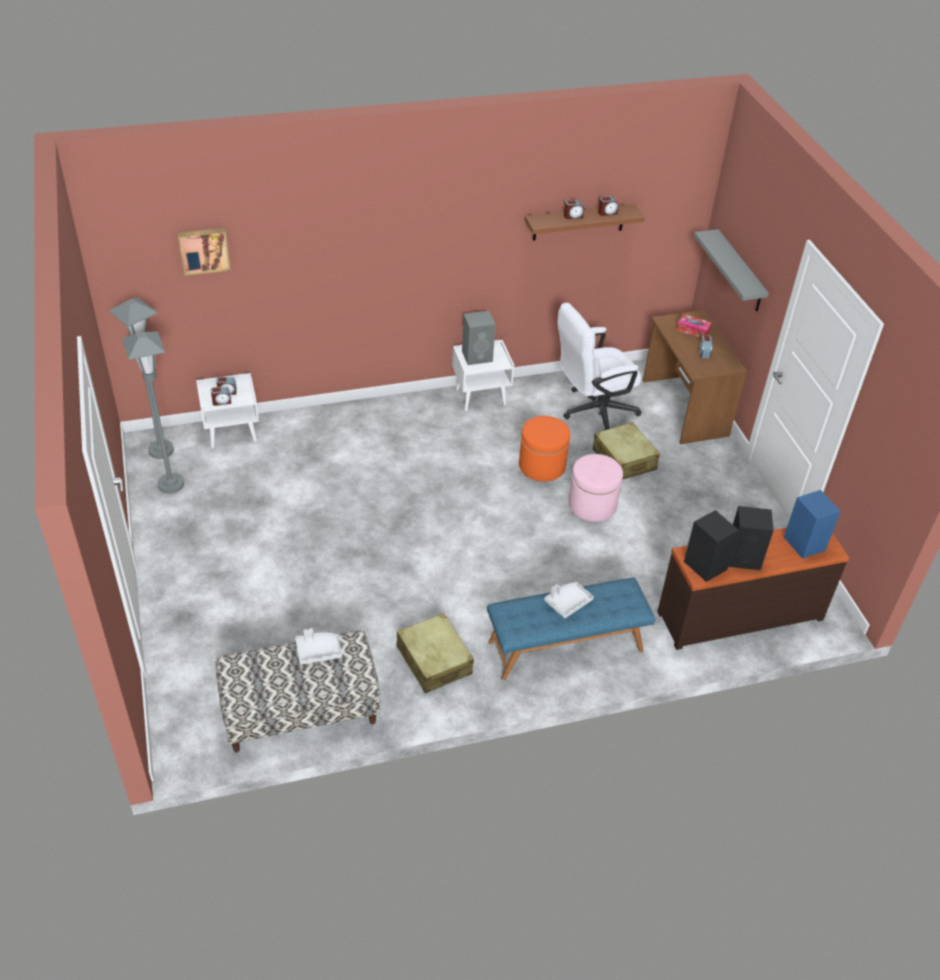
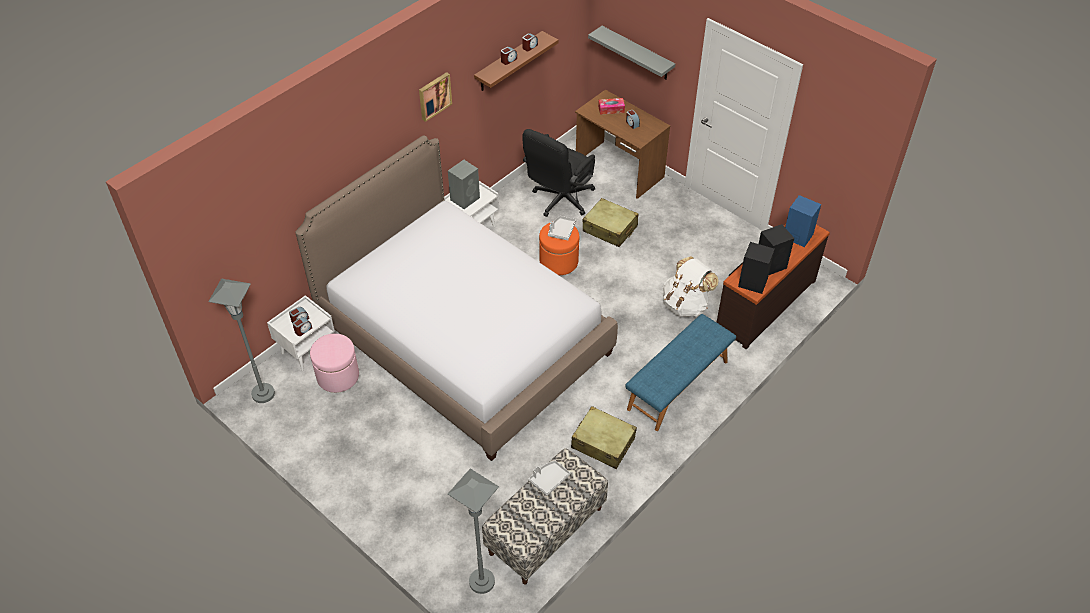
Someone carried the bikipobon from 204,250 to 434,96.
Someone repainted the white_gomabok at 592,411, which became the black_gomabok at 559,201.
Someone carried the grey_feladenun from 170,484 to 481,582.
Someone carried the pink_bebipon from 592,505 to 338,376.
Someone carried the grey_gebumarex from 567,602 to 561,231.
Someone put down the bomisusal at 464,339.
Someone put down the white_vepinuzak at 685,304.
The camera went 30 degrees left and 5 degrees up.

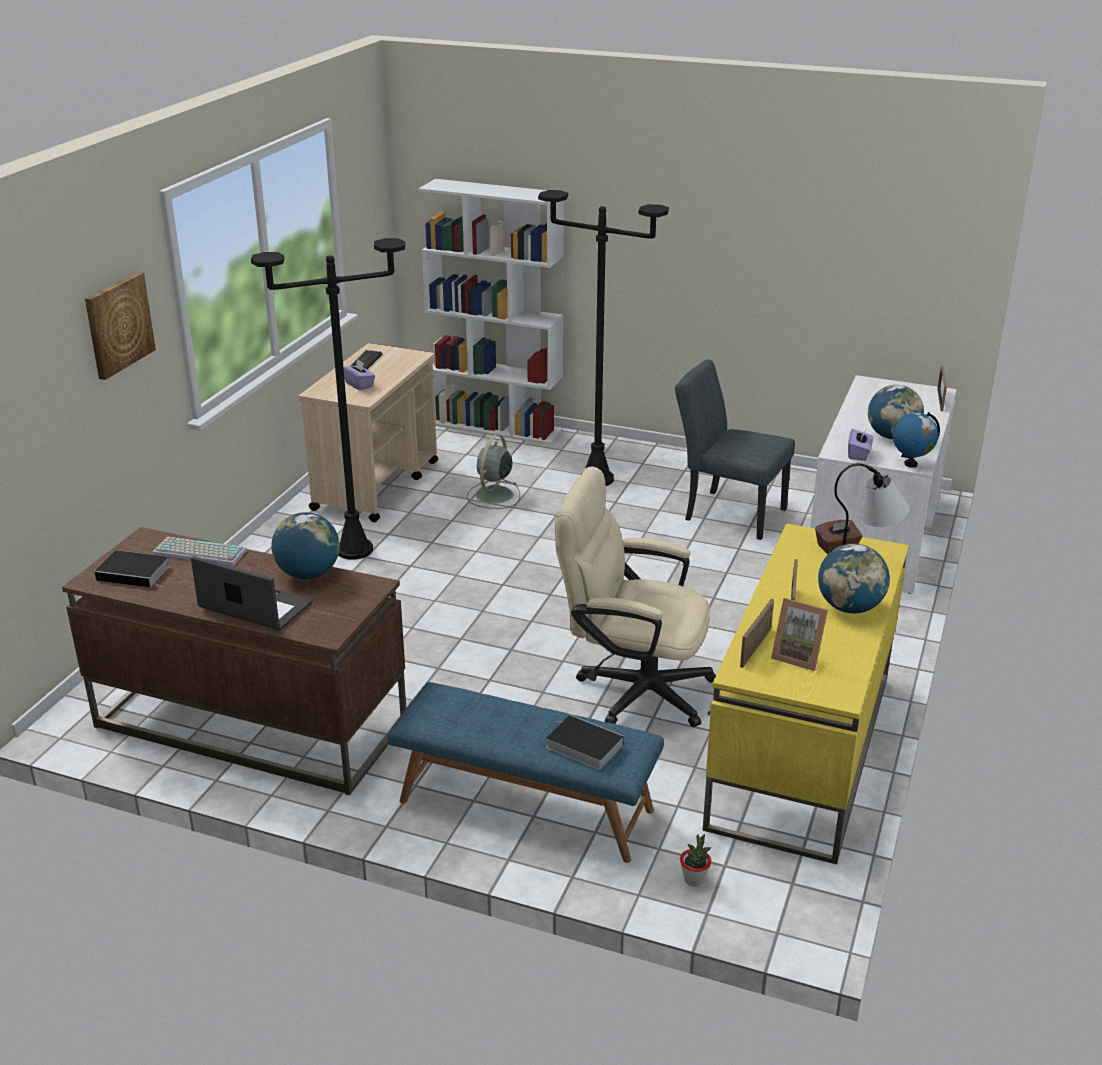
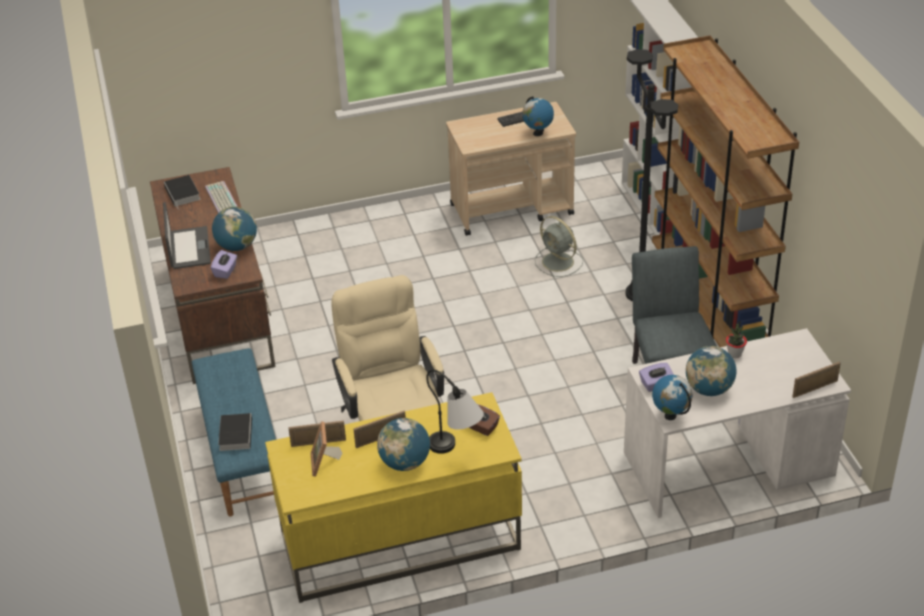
Someone took away the black_feladenun at 355,550.
Someone took away the bikipobon at 118,324.
Someone carried the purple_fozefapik from 359,385 to 225,271.
Someone rotated the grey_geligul at 493,495 by 120 degrees counterclockwise.
Someone carried the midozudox from 694,879 to 734,354.
Someone put down the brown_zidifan at 708,307.
Someone put down the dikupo at 537,133.
The camera went 55 degrees right and 10 degrees up.

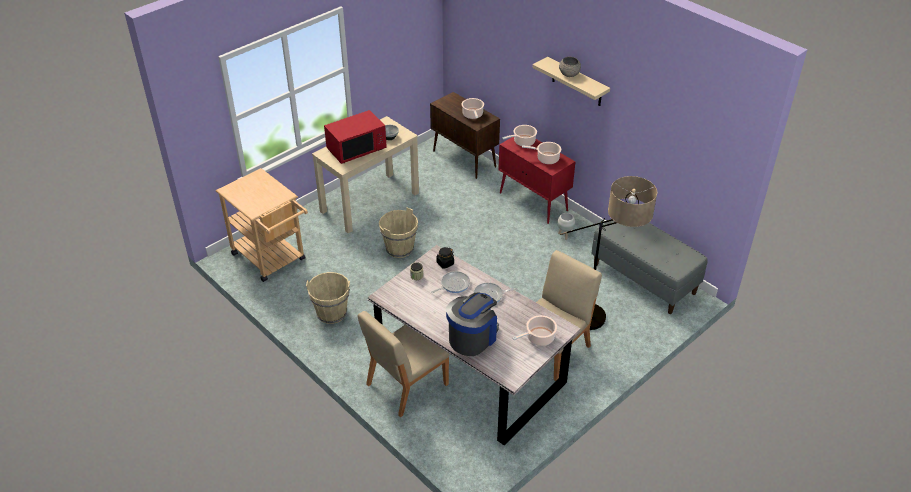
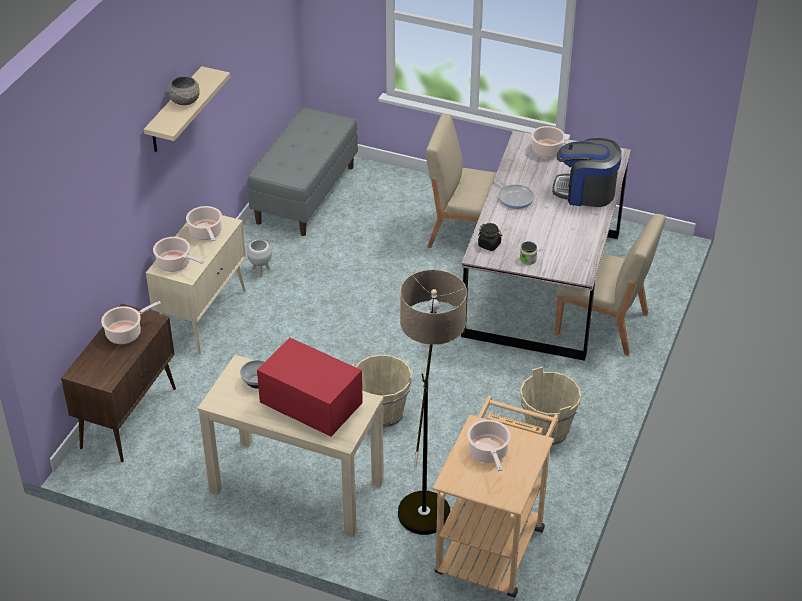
Someone repainted the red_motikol at 534,202, which became the beige_motikol at 204,315.
Someone carried the feladenun from 600,323 to 427,497.
Someone took away the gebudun at 453,284.
Someone put down the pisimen at 488,453.
The camera went 115 degrees left and 0 degrees up.

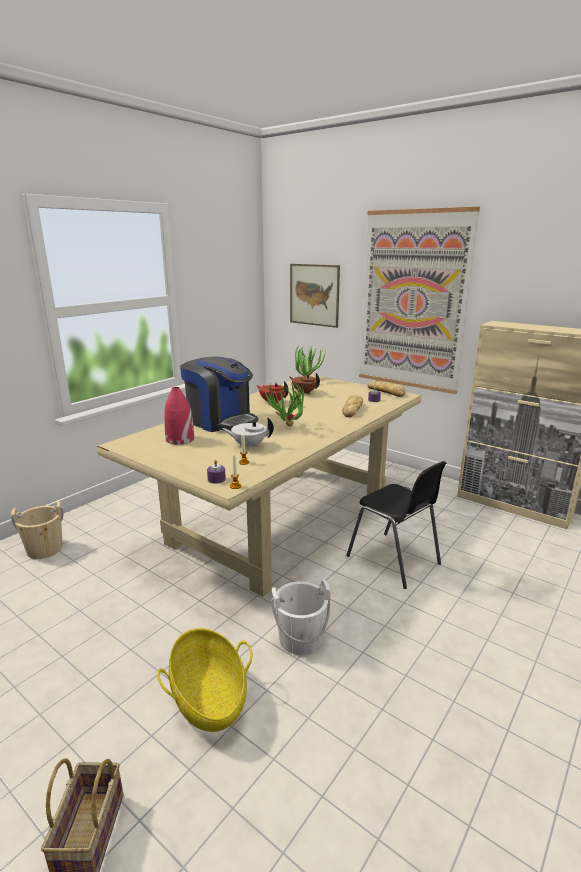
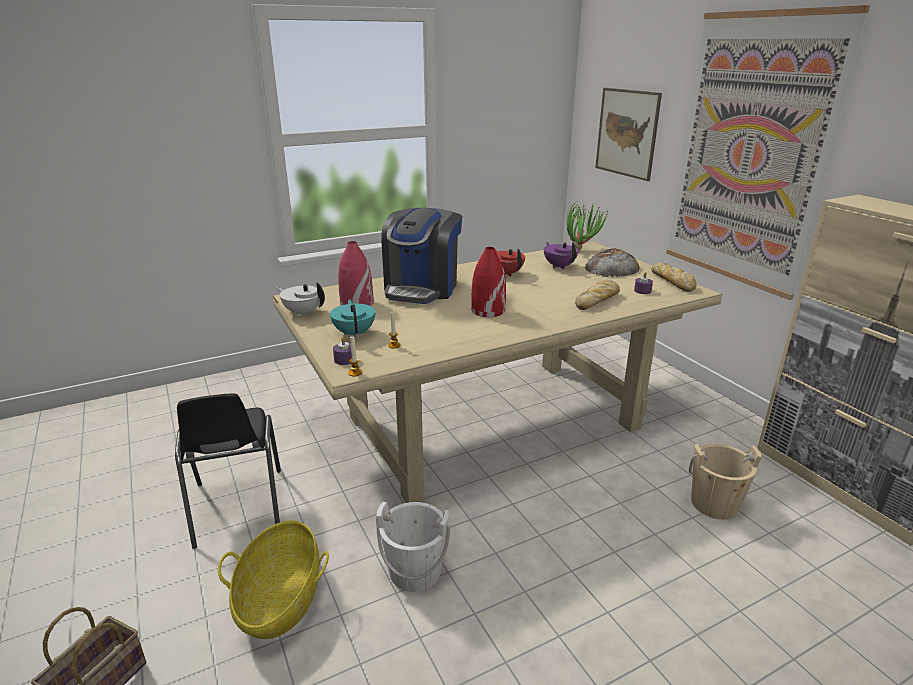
Someone rotated the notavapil at 220,421 by 45 degrees clockwise.
Someone repainted the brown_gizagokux at 304,392, which became the purple_gizagokux at 559,266.
Someone swapped the midozudox at 286,428 for the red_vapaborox at 487,310.
Someone carried the white_gizagokux from 248,446 to 303,312.
Someone carried the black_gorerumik from 394,560 to 238,508.
Someone carried the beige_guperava from 45,549 to 714,504.
Someone put down the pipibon at 612,267.
Someone put down the turquoise_gizagokux at 354,333.
The camera went 25 degrees right and 5 degrees up.

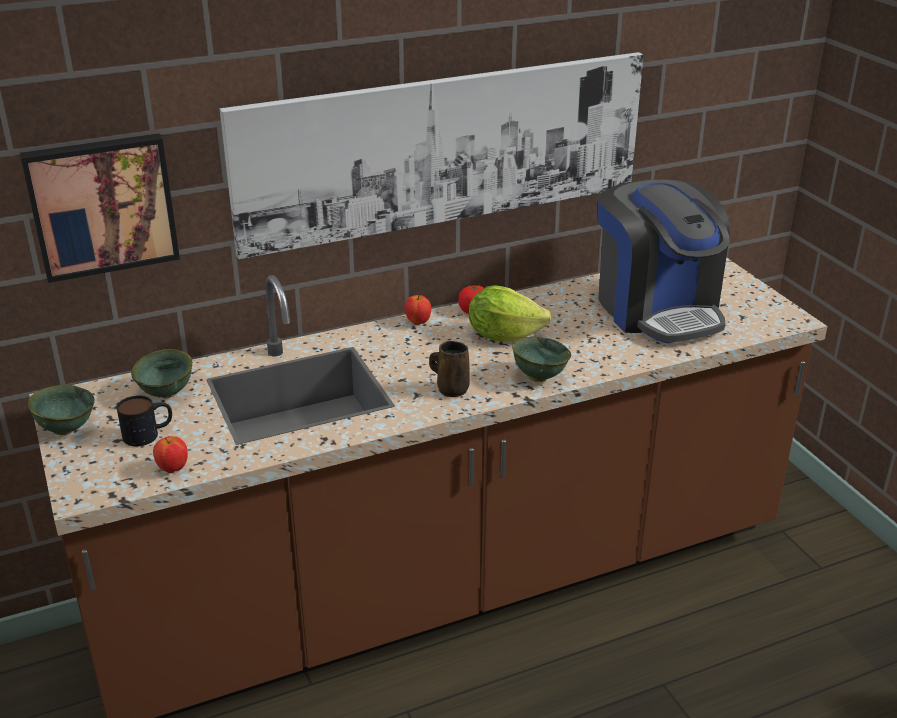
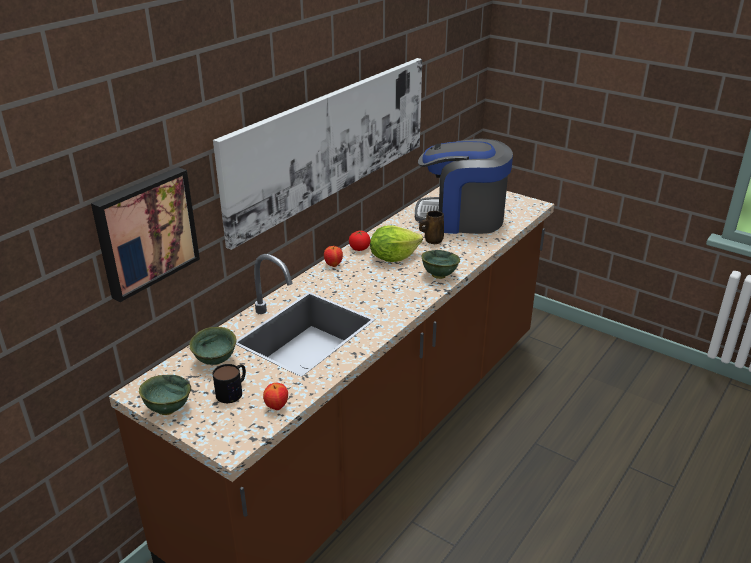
Someone rotated the notavapil at 657,309 by 150 degrees clockwise.
Someone carried the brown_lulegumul from 451,389 to 432,240.
The camera went 30 degrees left and 0 degrees up.

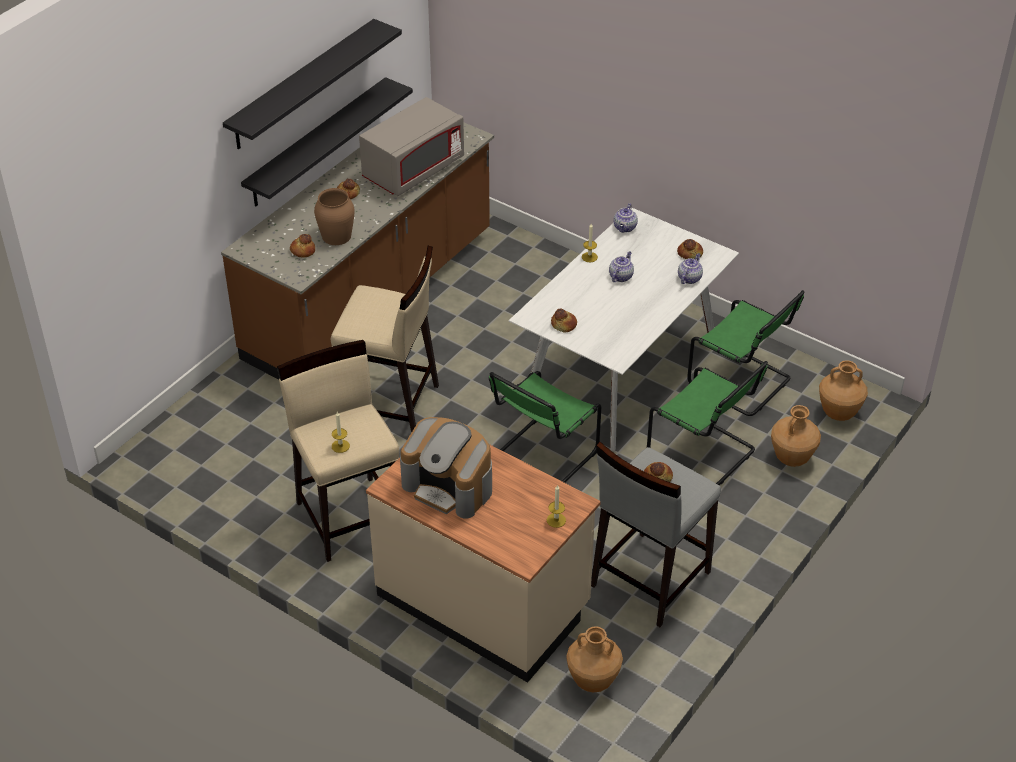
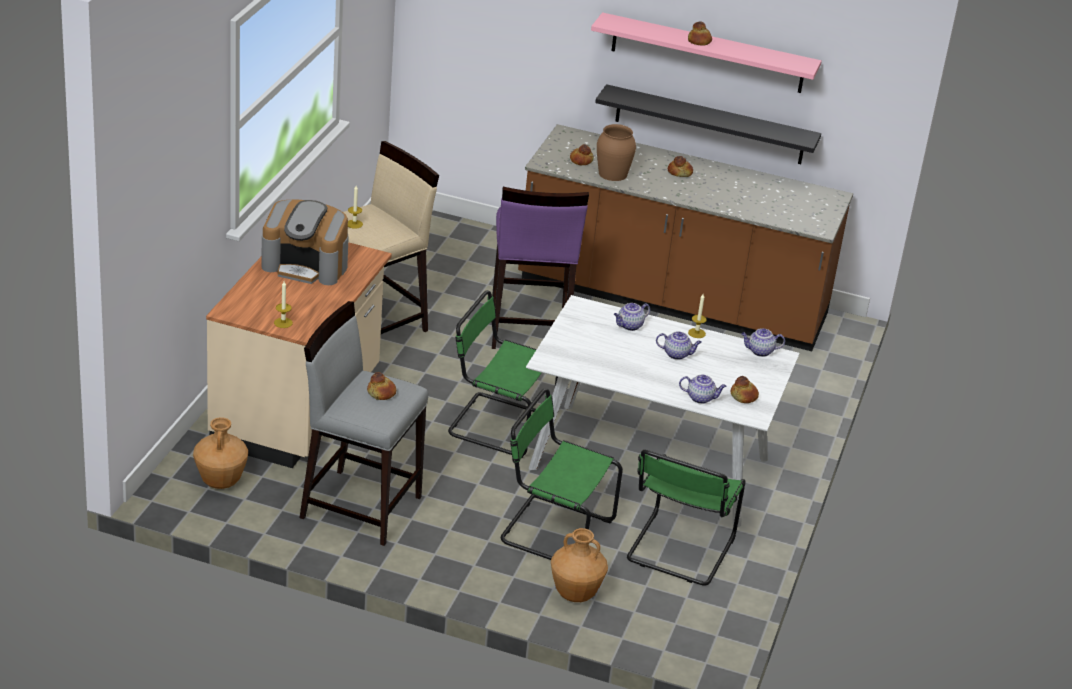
Someone repainted the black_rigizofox at 302,85, which became the pink_rigizofox at 707,53.
Someone took away the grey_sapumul at 413,170.
Someone repainted the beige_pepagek at 390,404, which became the purple_pepagek at 528,329.
Someone carried the pipibon from 564,324 to 699,41.
Someone took away the brown_vapaborox at 838,413.
Someone rotated the green_gorerumik at 705,454 by 90 degrees clockwise.
Someone rotated the notavapil at 449,486 by 90 degrees counterclockwise.
Someone put down the gizagokux at 629,326.
The camera went 70 degrees right and 10 degrees down.

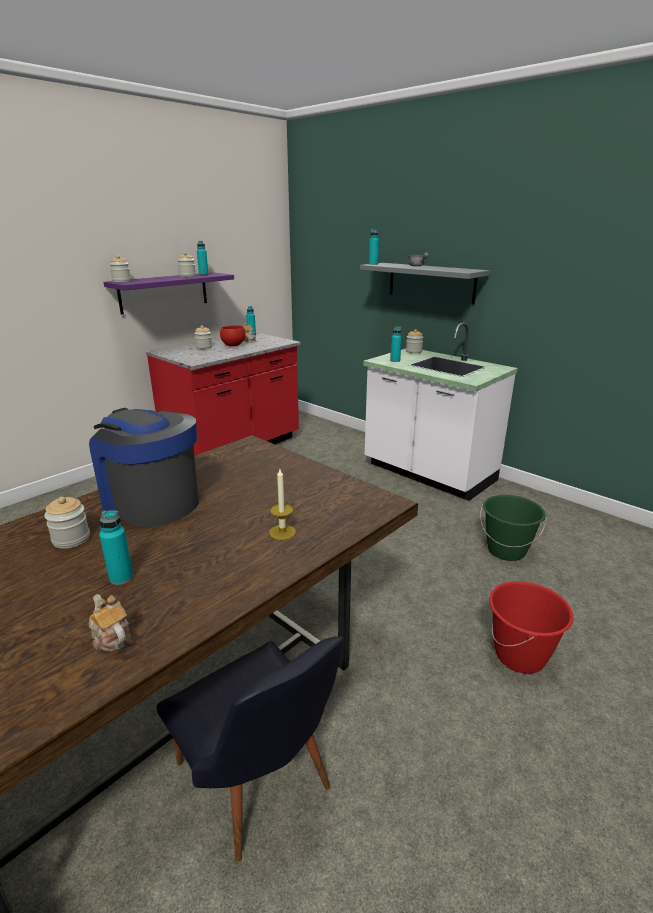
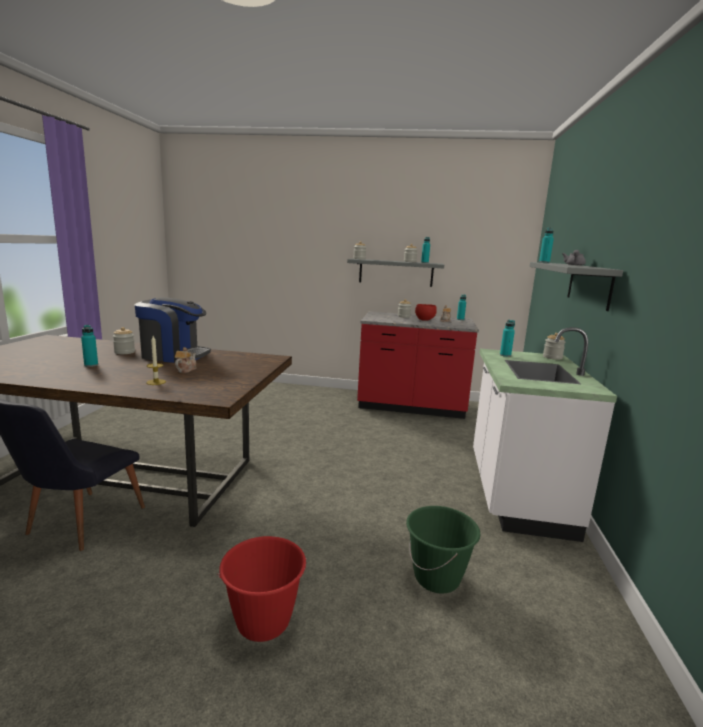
Someone repainted the purple_rigizofox at 164,292, which became the grey_rigizofox at 396,272.
Someone rotated the notavapil at 151,501 by 90 degrees clockwise.
Someone carried the gizagokux from 110,637 to 185,370.
The camera went 55 degrees right and 10 degrees down.

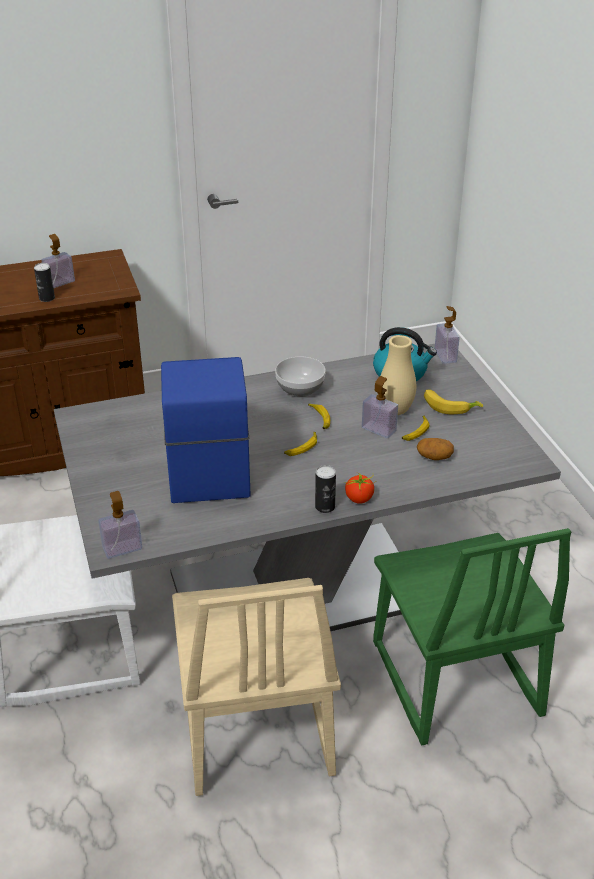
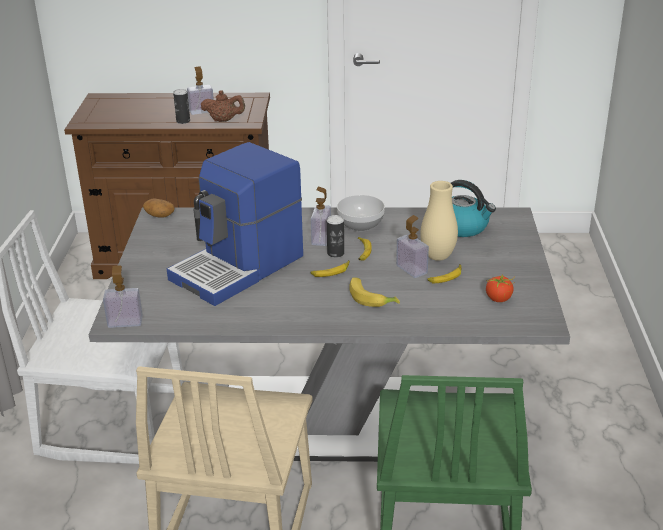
Someone carried the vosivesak from 445,356 to 321,238.
Someone rotated the notavapil at 206,461 by 150 degrees counterclockwise.
Someone carried the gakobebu from 450,406 to 372,298.
Someone carried the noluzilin from 434,457 to 159,215.
Someone carried the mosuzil from 325,507 to 335,253.
Someone carried the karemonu from 359,498 to 499,298.
Someone put down the brown_gizagokux at 224,120.
The camera went 20 degrees right and 5 degrees down.

